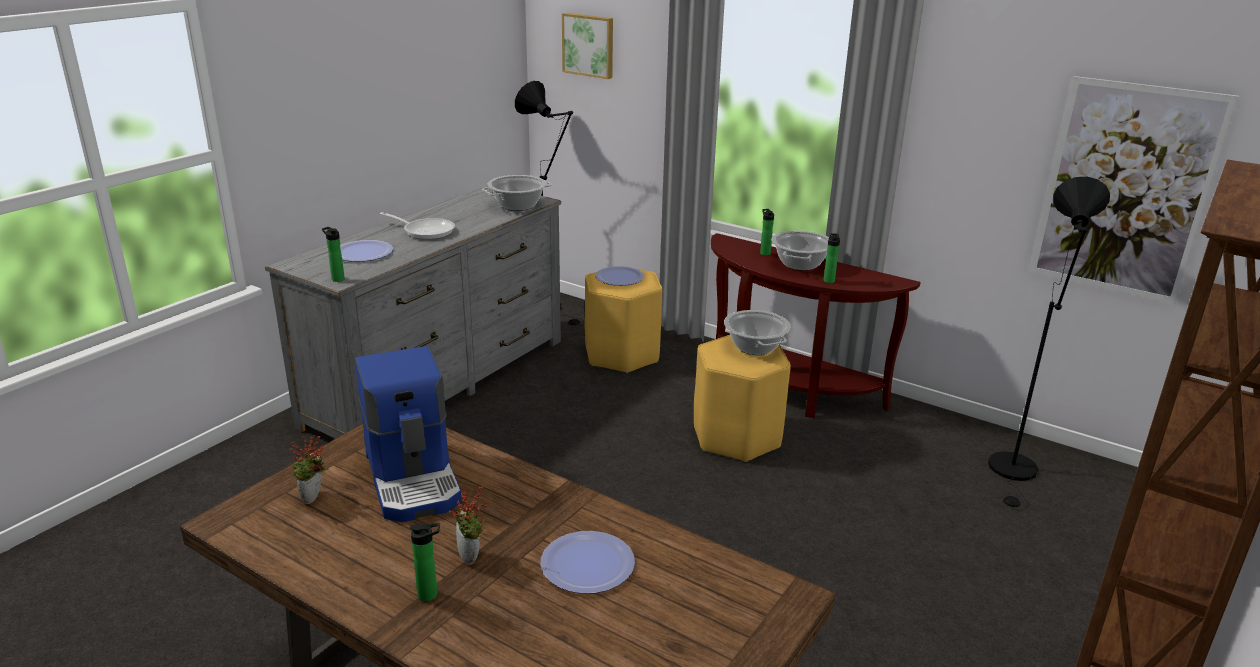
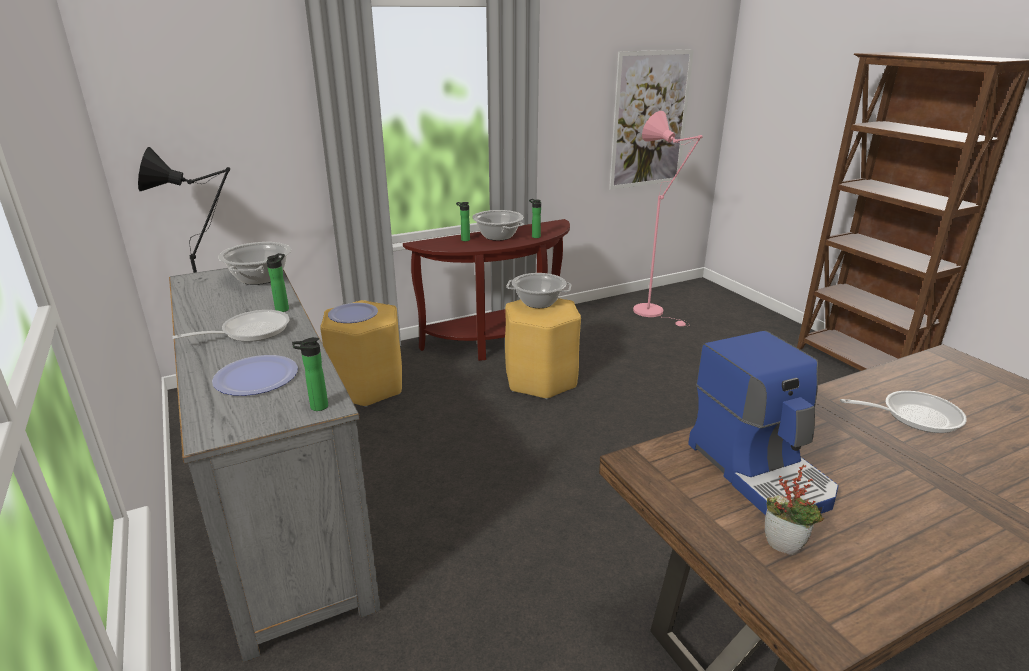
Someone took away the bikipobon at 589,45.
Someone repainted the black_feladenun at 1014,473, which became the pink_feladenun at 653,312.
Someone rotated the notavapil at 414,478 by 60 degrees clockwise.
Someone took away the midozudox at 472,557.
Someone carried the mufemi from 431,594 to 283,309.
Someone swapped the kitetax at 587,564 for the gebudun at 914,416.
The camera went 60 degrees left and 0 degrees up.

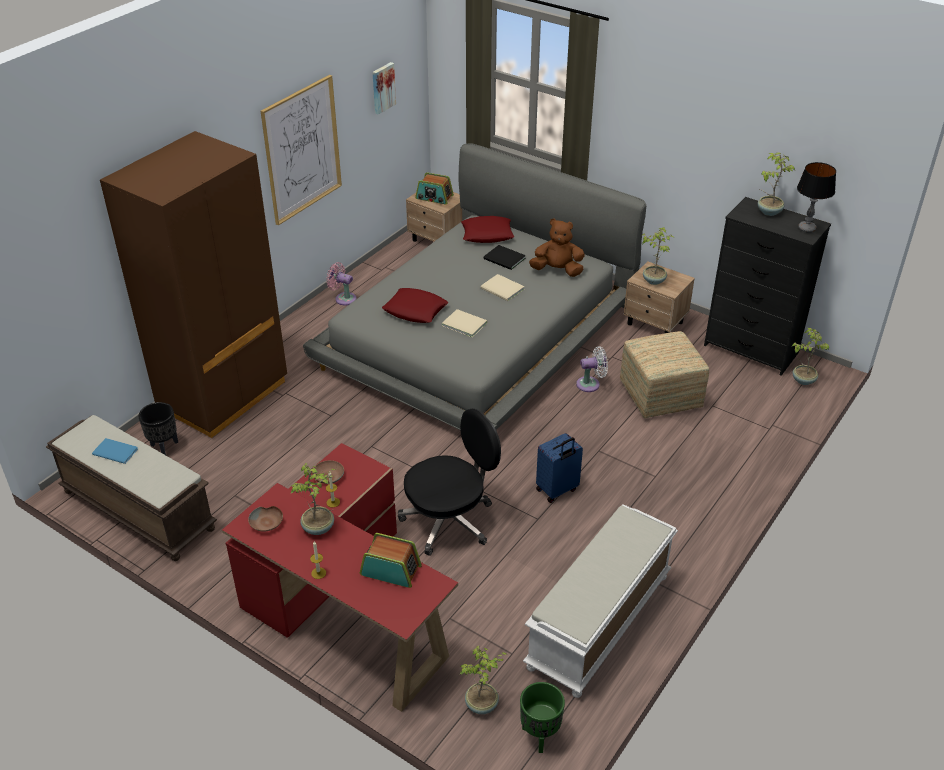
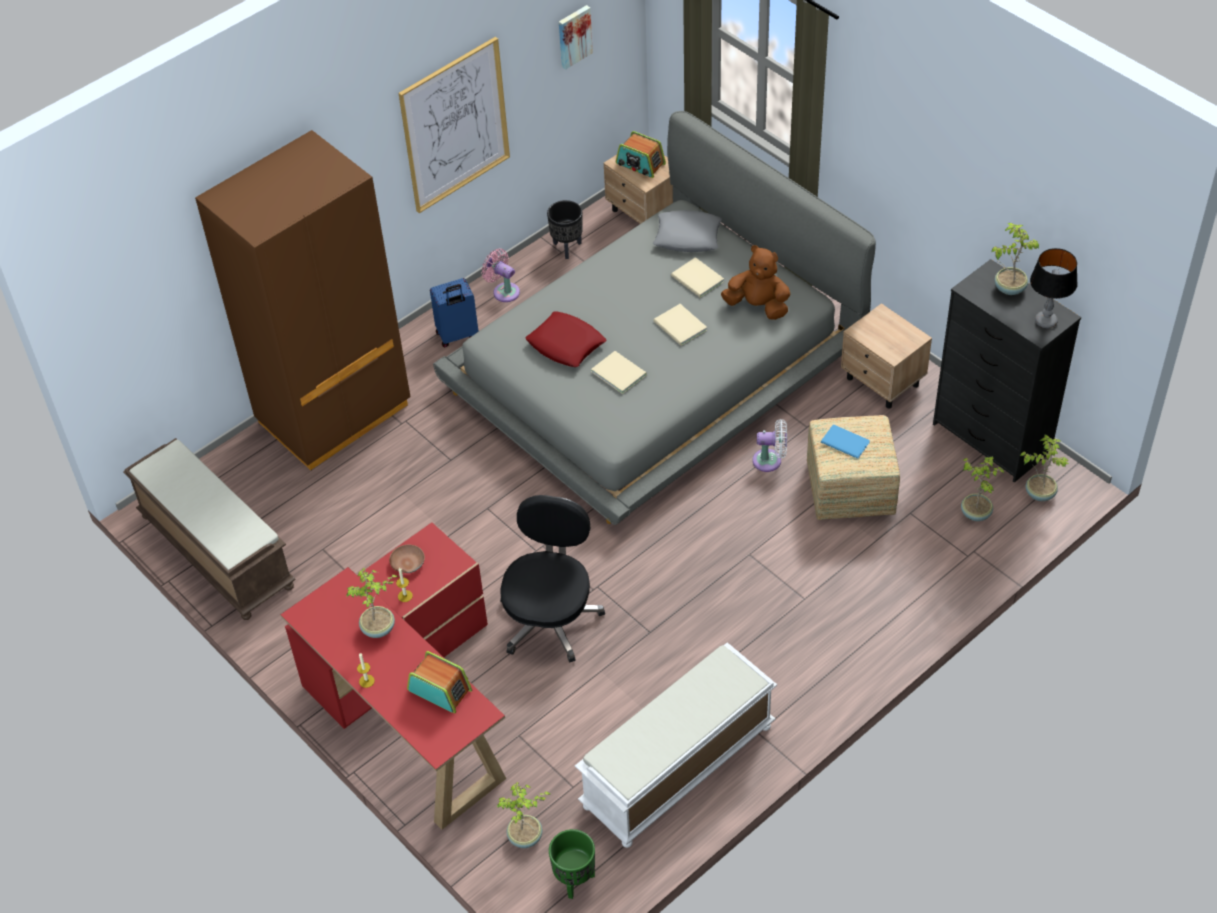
Someone repainted the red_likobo at 487,234, which became the grey_likobo at 687,237.
Someone carried the midozudox from 654,280 to 976,513.
Someone repainted the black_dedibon at 505,259, which became the beige_dedibon at 697,280.
Someone carried the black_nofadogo from 164,448 to 567,248.
Someone rotated the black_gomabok at 450,520 by 60 degrees counterclockwise.
Someone carried the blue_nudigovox from 557,490 to 457,335.
Someone carried the blue_dedibon from 115,451 to 844,441.
Someone took away the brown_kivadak at 267,523.
The camera went 15 degrees right and 10 degrees up.

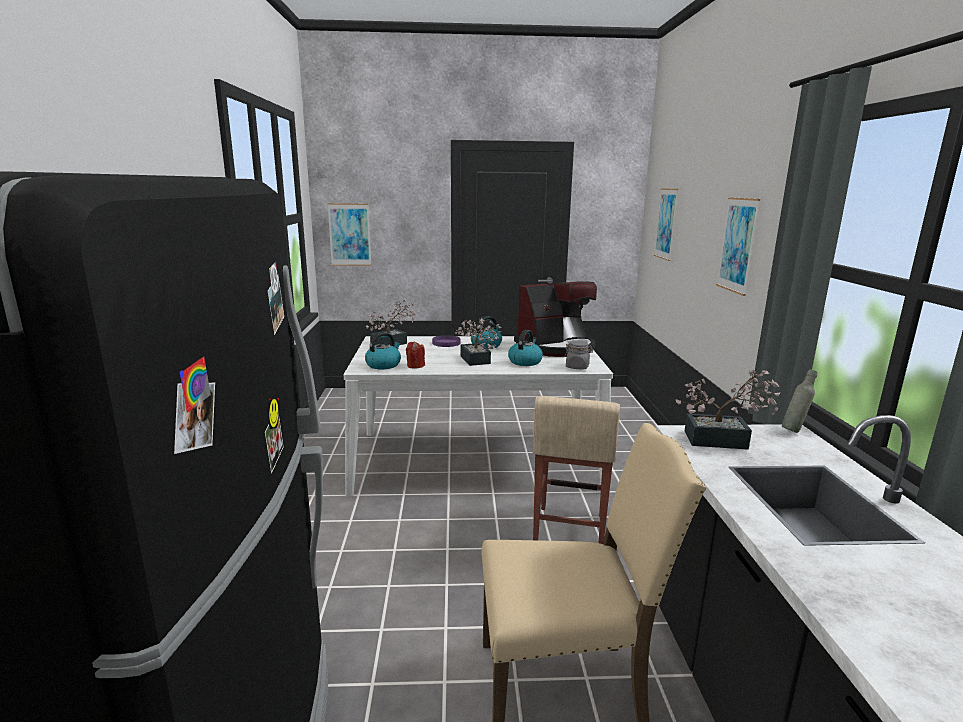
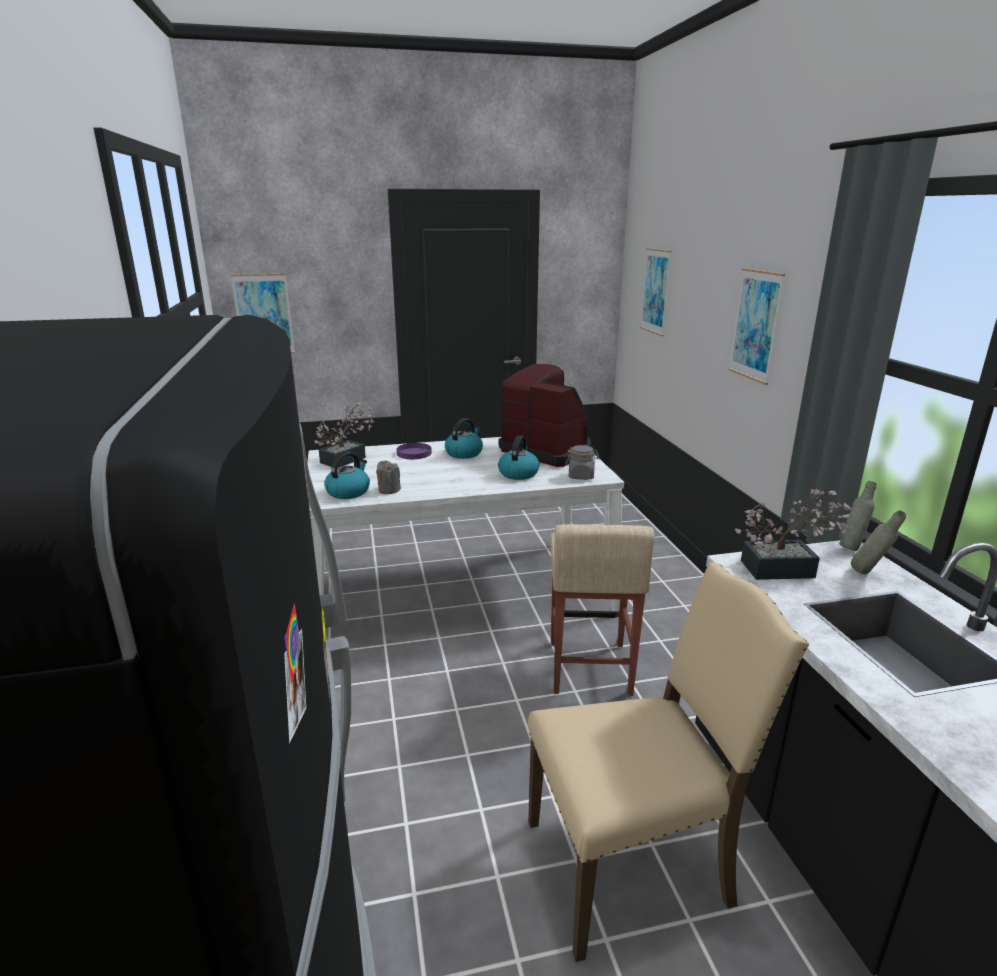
Someone rotated the notavapil at 556,347 by 105 degrees counterclockwise.
Someone took away the midozudox at 476,361.
Someone repainted the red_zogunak at 415,366, which became the grey_zogunak at 389,490.
Someone put down the grey_mufemi at 869,574.
The camera went 10 degrees left and 5 degrees up.

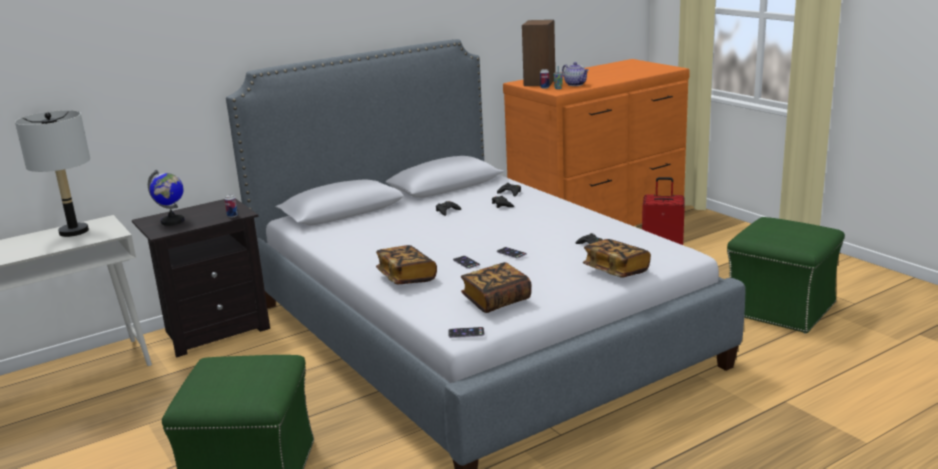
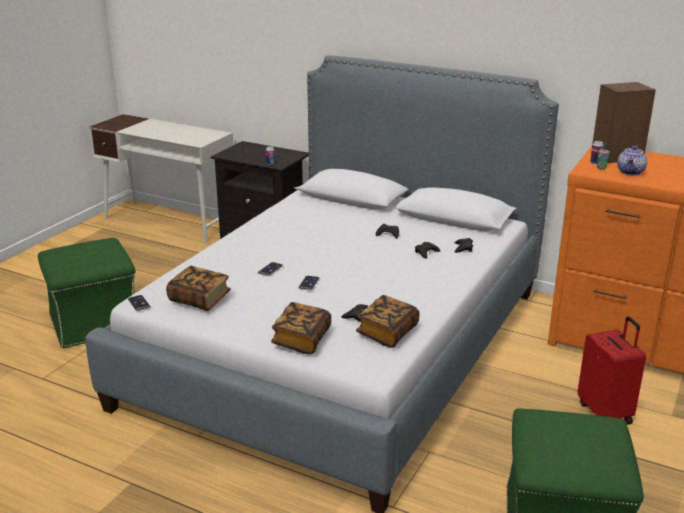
Someone took away the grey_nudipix at 73,232.
Someone took away the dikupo at 172,221.
Someone carried the dedibon from 406,277 to 387,333.
The camera went 60 degrees right and 5 degrees up.

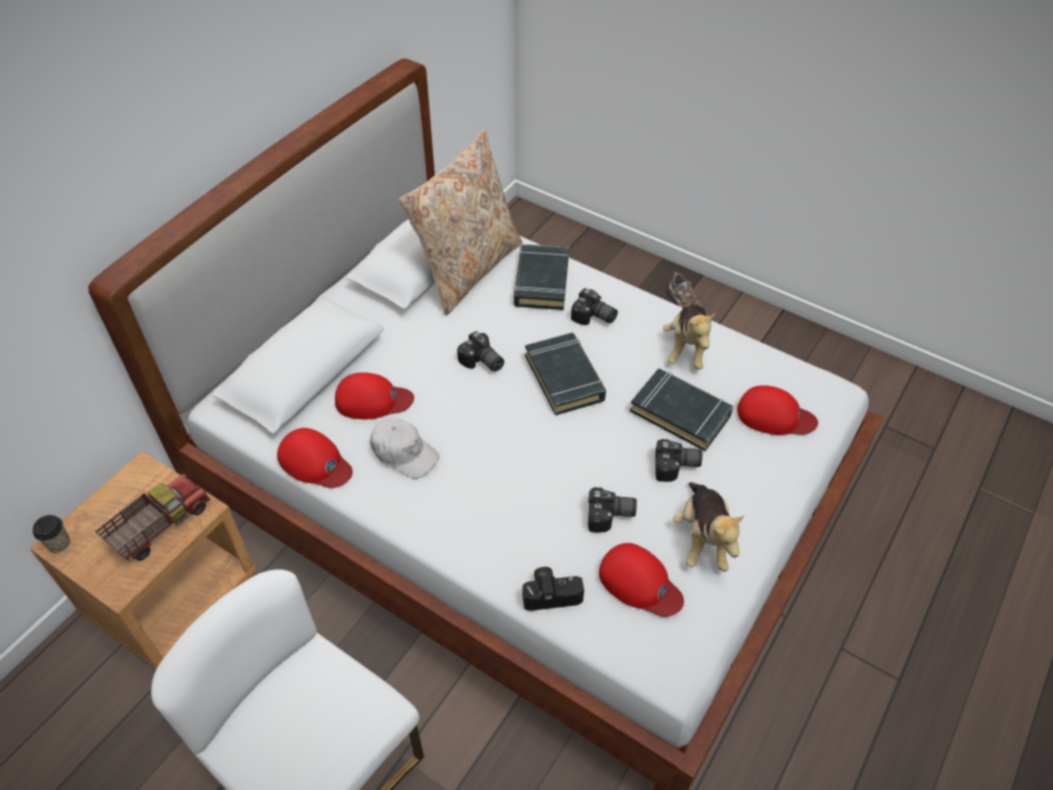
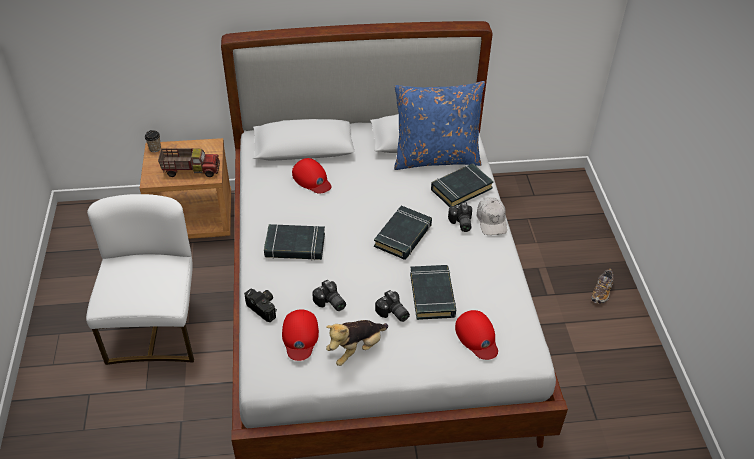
Someone repainted the beige_likobo at 467,268, which became the blue_likobo at 436,157.
Someone took away the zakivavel at 686,348.
Someone took away the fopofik at 481,362.
Someone carried the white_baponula from 404,453 to 491,221.
Someone took away the red_baponula at 315,462.
Someone put down the black_dedibon at 295,246.
The camera went 50 degrees right and 5 degrees down.

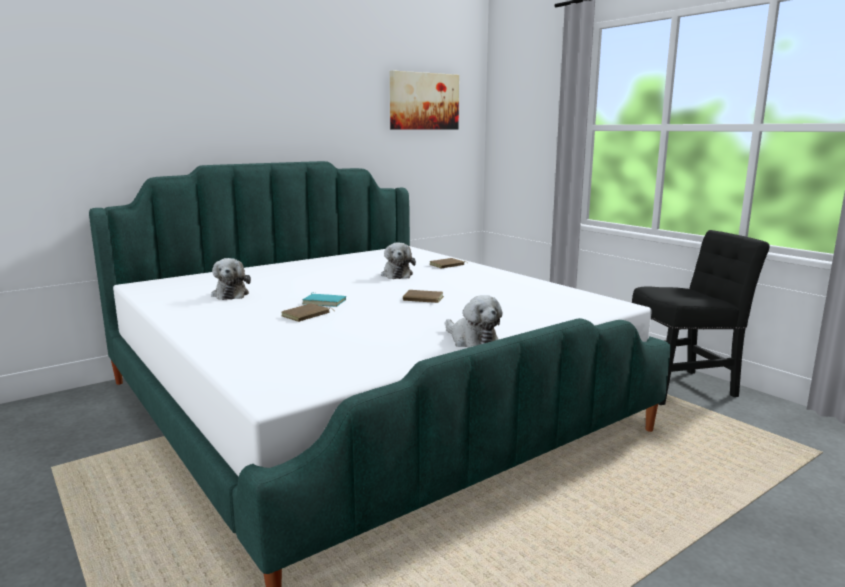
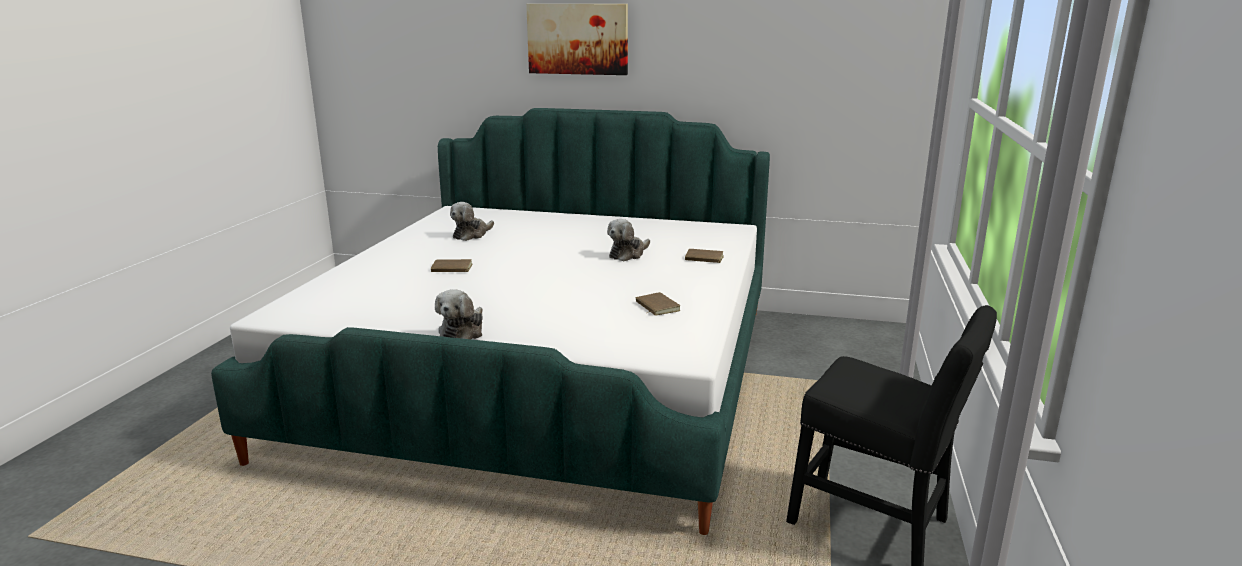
Someone carried the bikipobon from 424,101 to 578,39.
Someone carried the brown_dedibon from 422,299 to 656,307.
Someone took away the turquoise_dedibon at 325,302.
The camera went 50 degrees right and 5 degrees up.

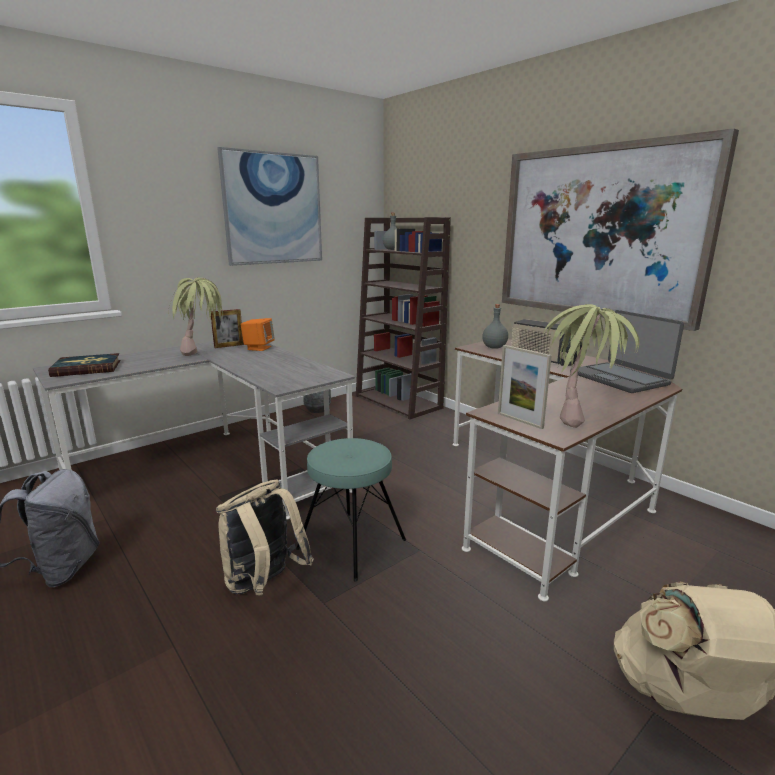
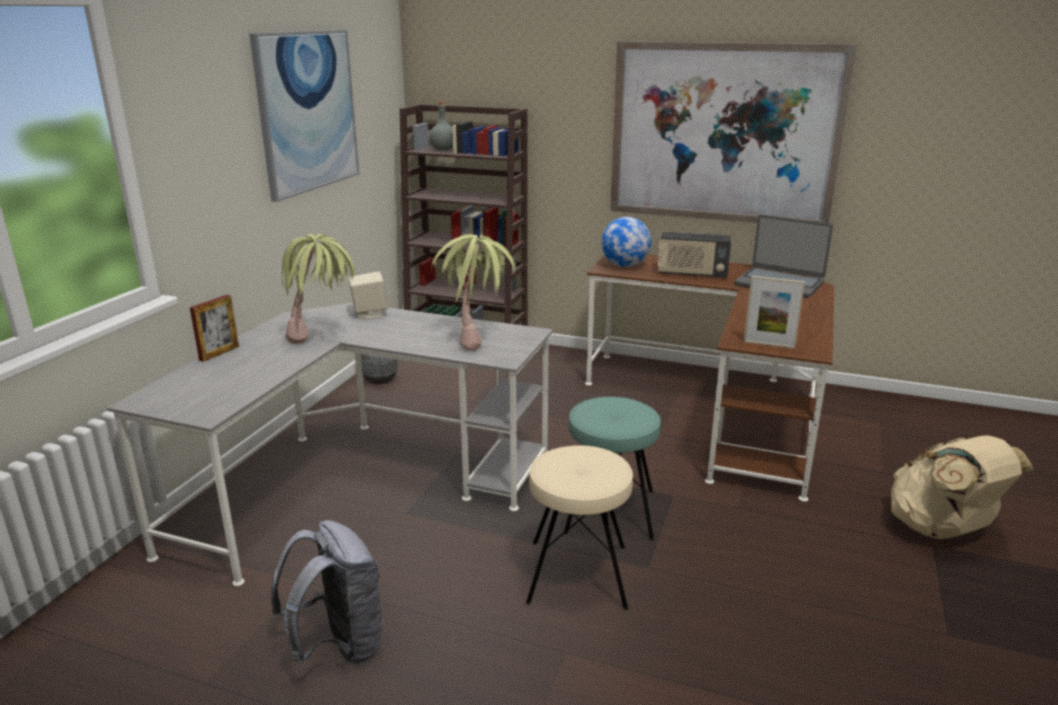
Someone swapped the grey_mufemi at 494,347 for the dikupo at 625,266.
Someone carried the midozudox from 581,417 to 477,339.
Someone carried the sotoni from 229,346 to 219,353.
Someone repainted the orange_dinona at 259,348, which became the beige_dinona at 369,313.
Someone took away the dedibon at 87,368.
Someone swapped the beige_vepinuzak at 264,584 for the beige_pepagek at 577,574.
The camera went 30 degrees left and 5 degrees up.

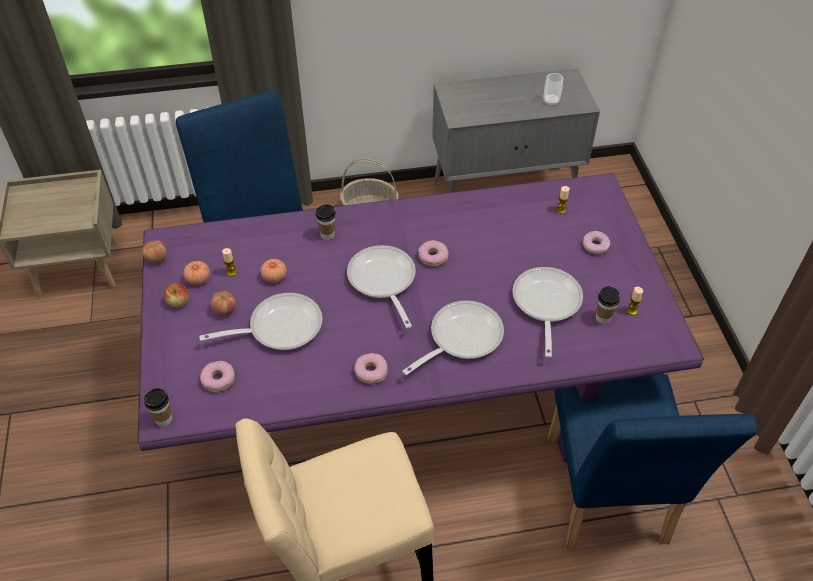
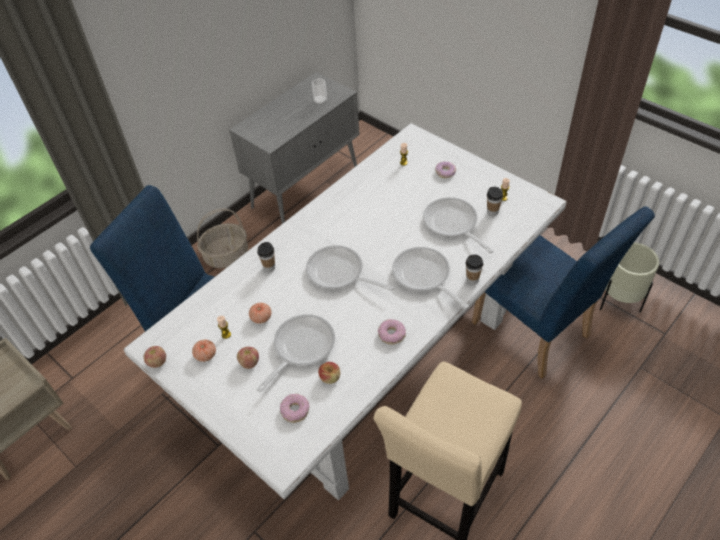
Someone repainted the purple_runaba at 404,402, which became the white_runaba at 367,361.
Someone took away the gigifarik at 433,257.
Someone carried the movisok from 179,302 to 330,377.
Someone rotated the gebudun at 460,338 by 45 degrees counterclockwise.
Someone carried the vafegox from 164,419 to 472,280.
Someone put down the beige_nofadogo at 619,302.
The camera went 35 degrees left and 0 degrees up.

